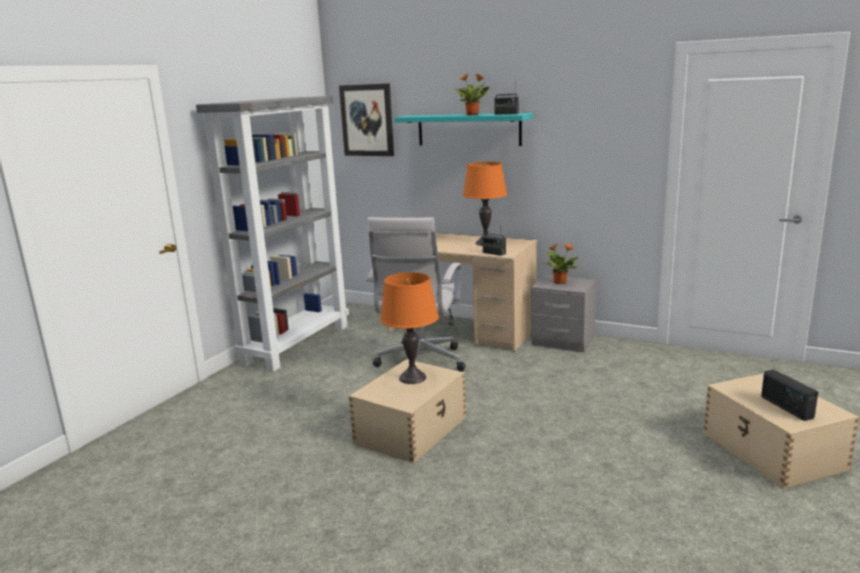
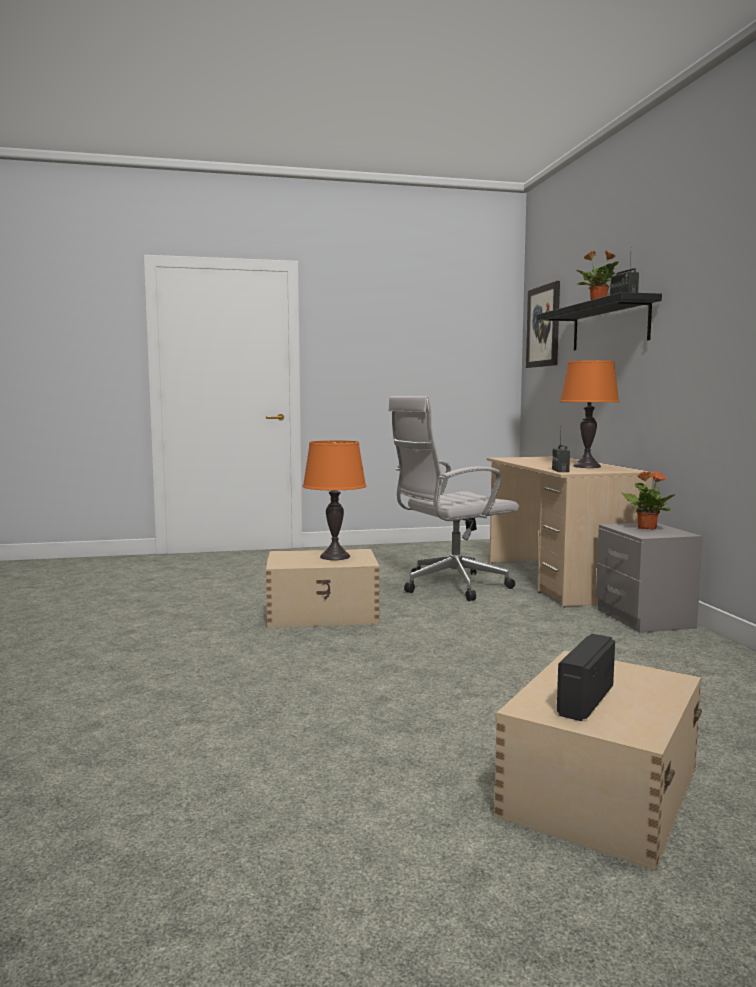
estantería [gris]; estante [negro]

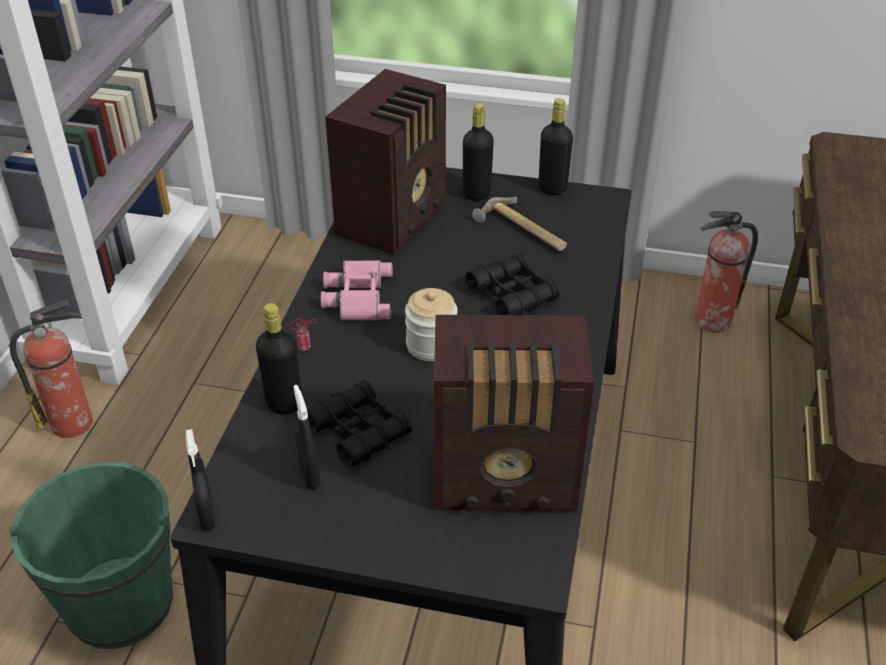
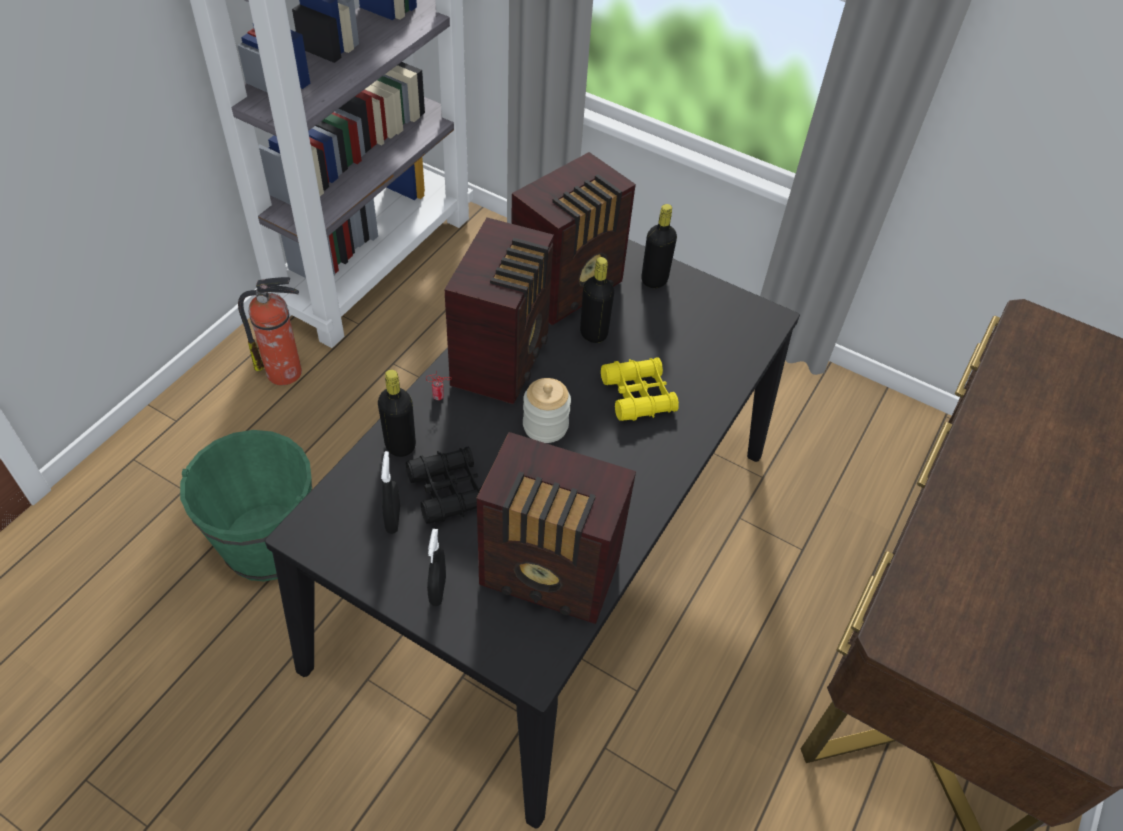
pulverizador [negro] (no. 2 from left); radio (no. 1 from left); prismáticos [amarillo]; martillo; botella [negro] (no. 2 from left); extintor (no. 2 from left in the first image)

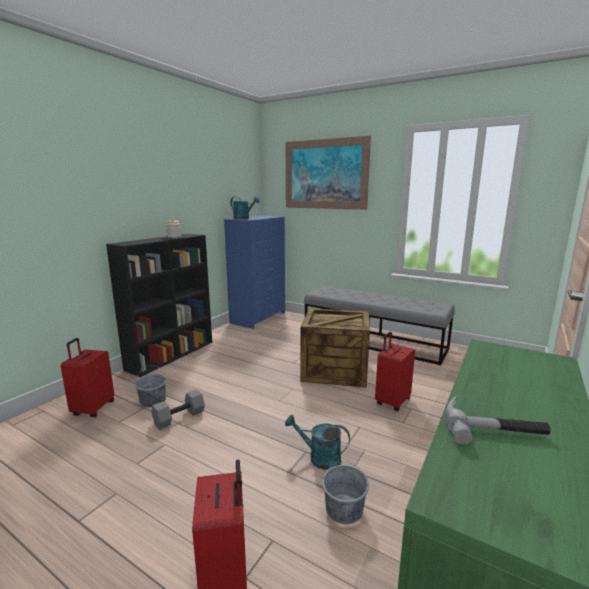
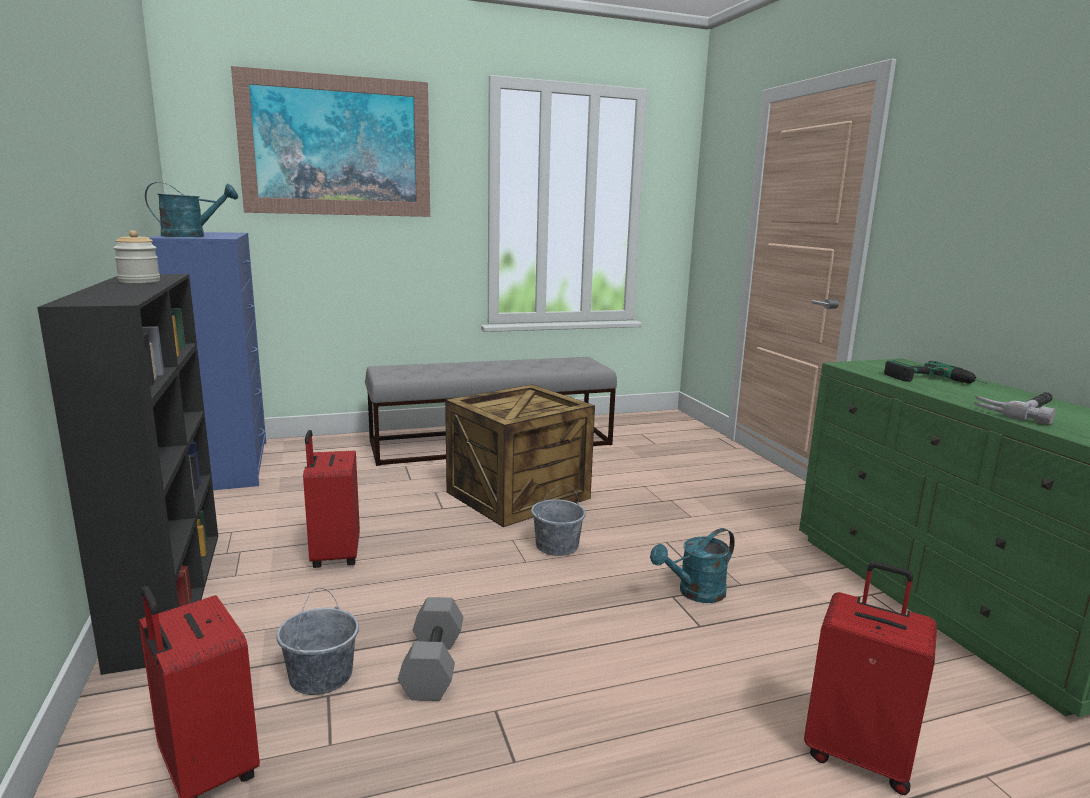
cubo [gris] (no. 2 from left); maleta [rojo] (no. 2 from left); taladro

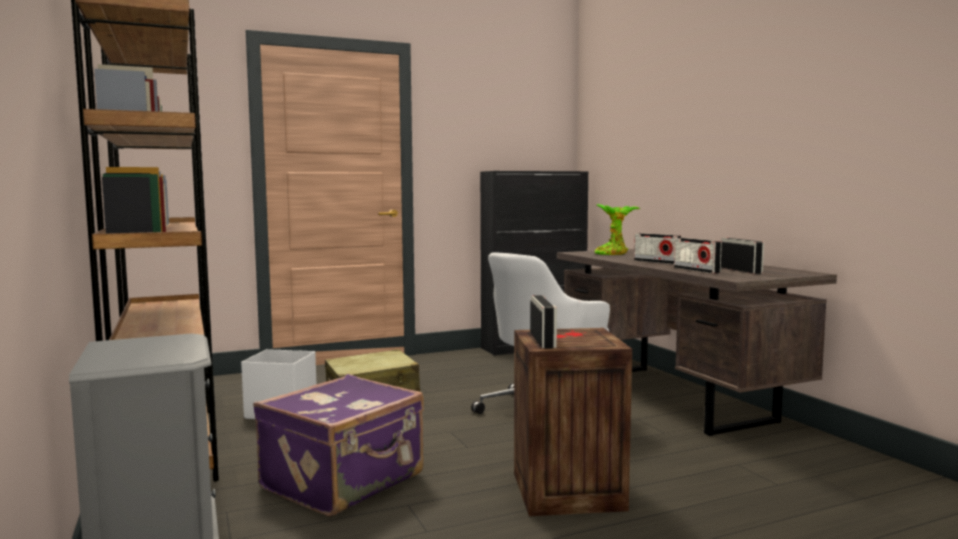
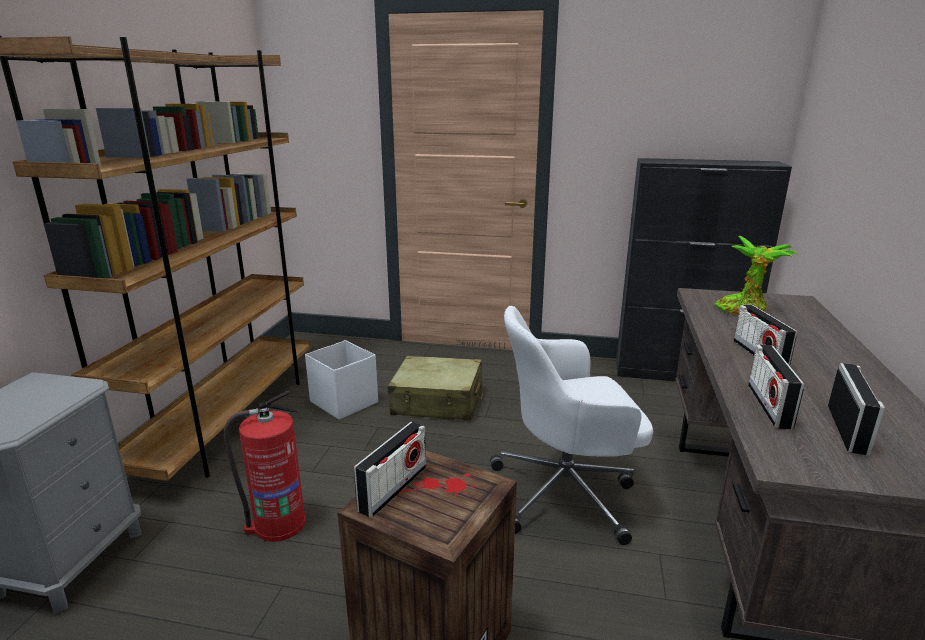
extintor

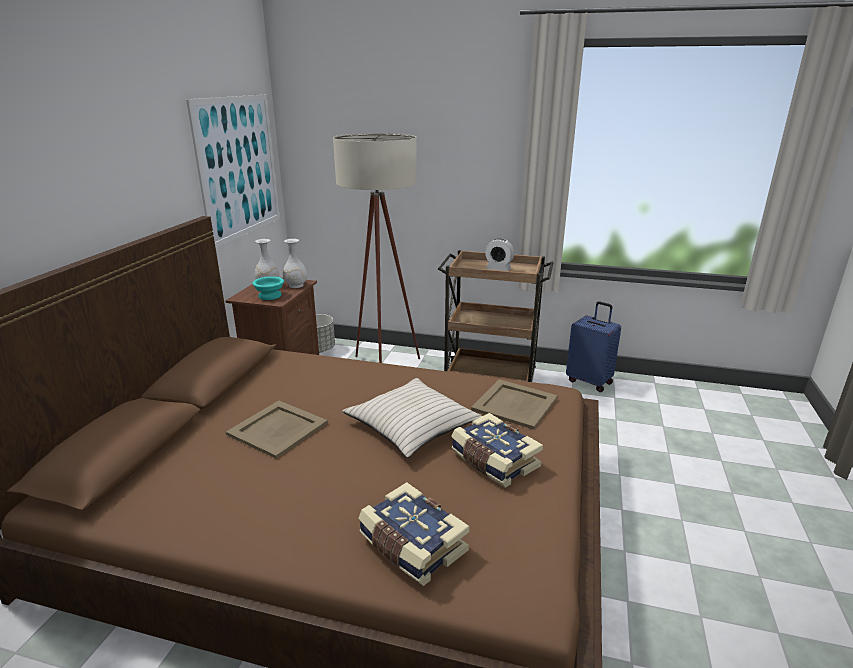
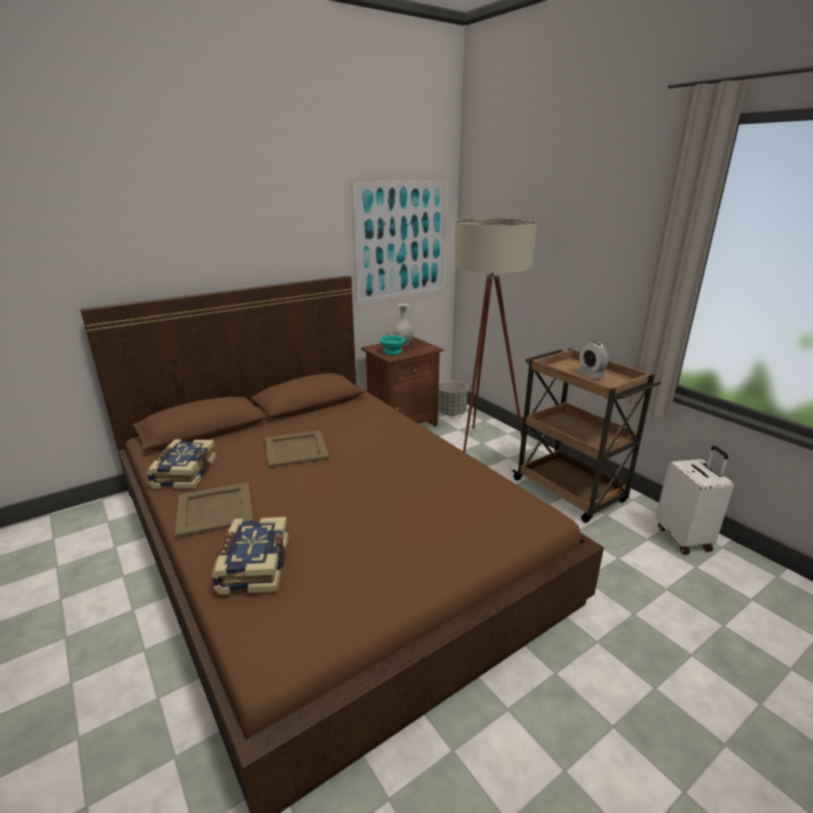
florero [blanco] (no. 2 from left in the first image); cojín [beis]; libro (no. 1 from left); bandeja [beis] (no. 1 from left); maleta [blanco]

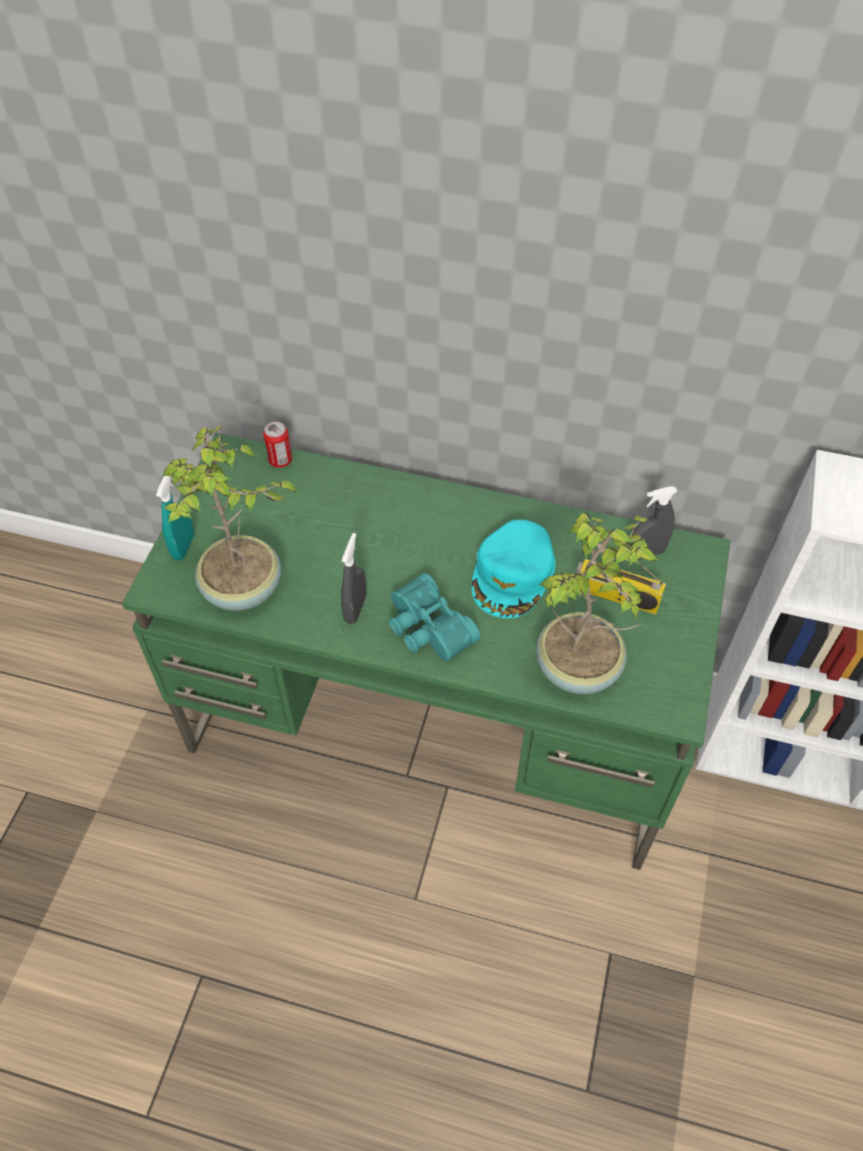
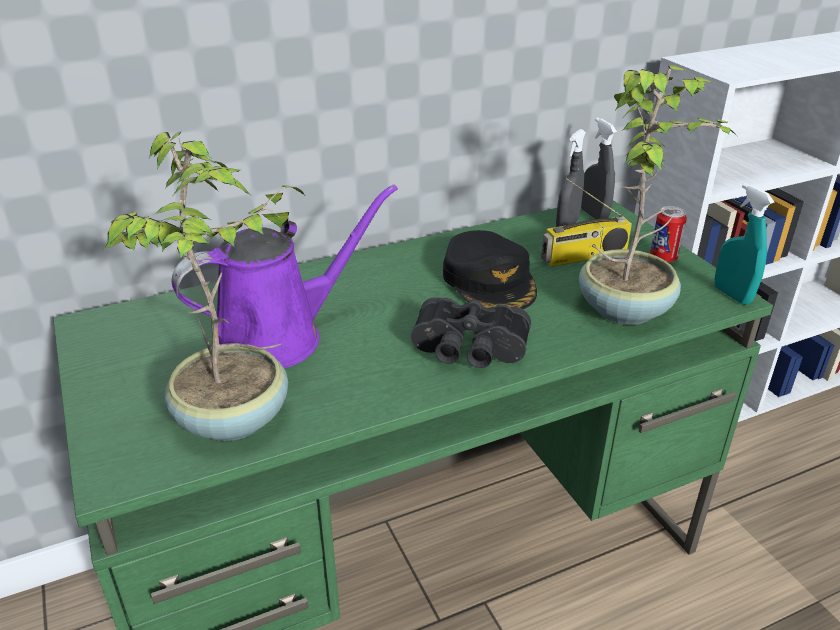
pulverizador [turquesa]; lata; pulverizador [gris] (no. 2 from left); prismáticos [negro]; gorra [negro]; regadera [morado]

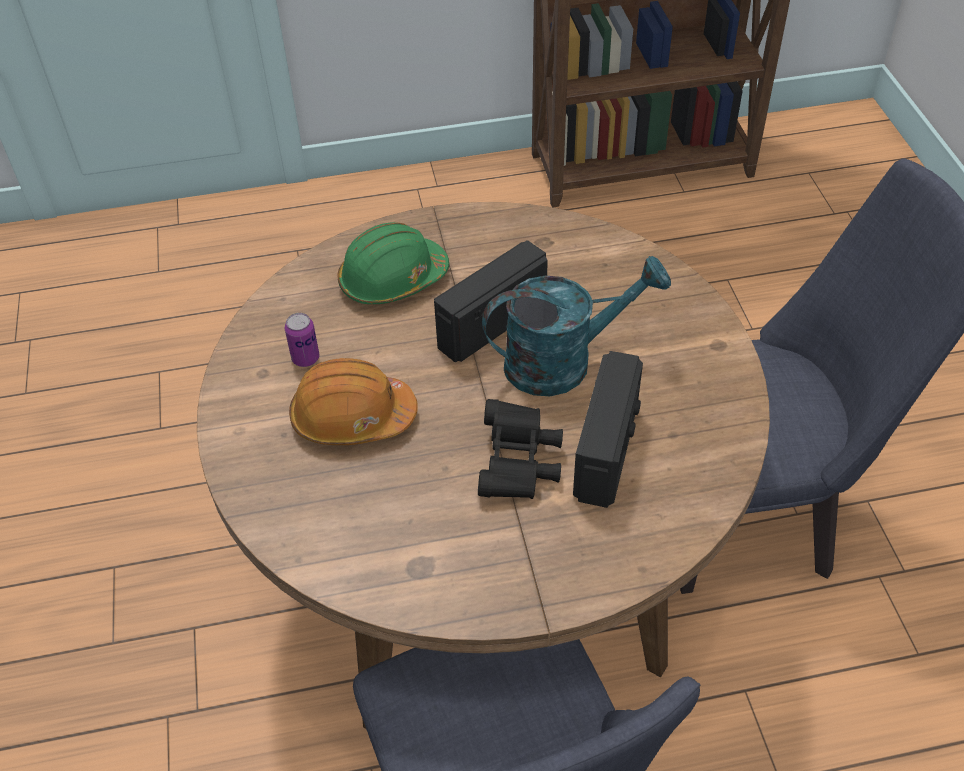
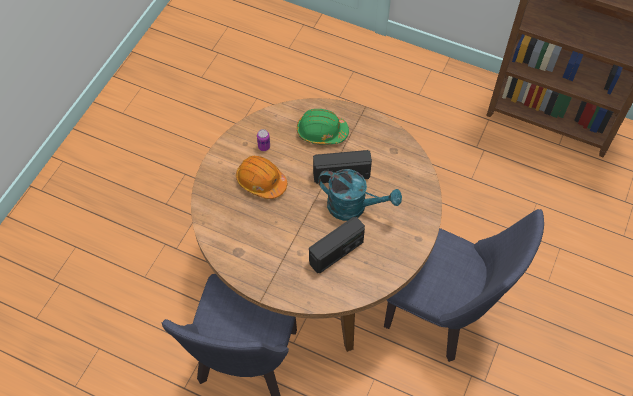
prismáticos [negro]

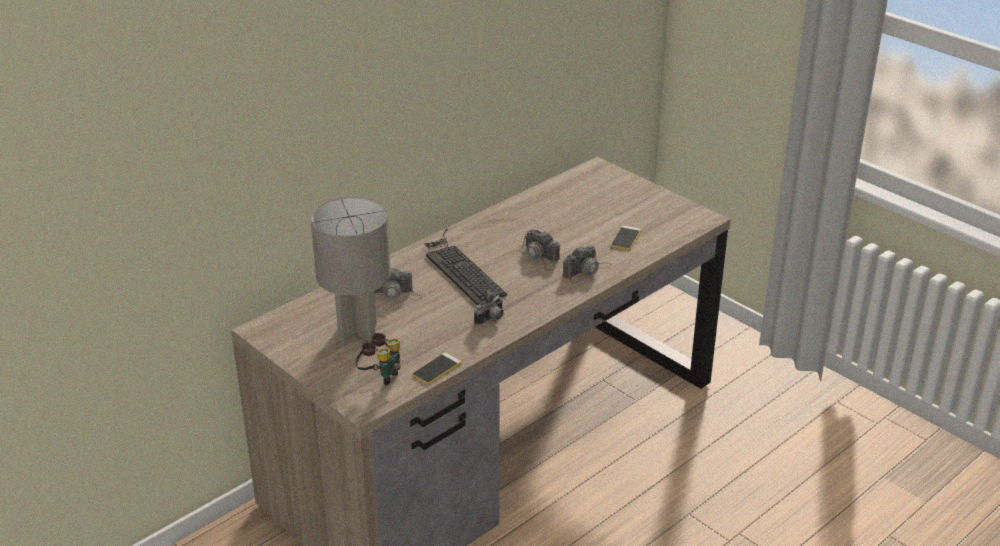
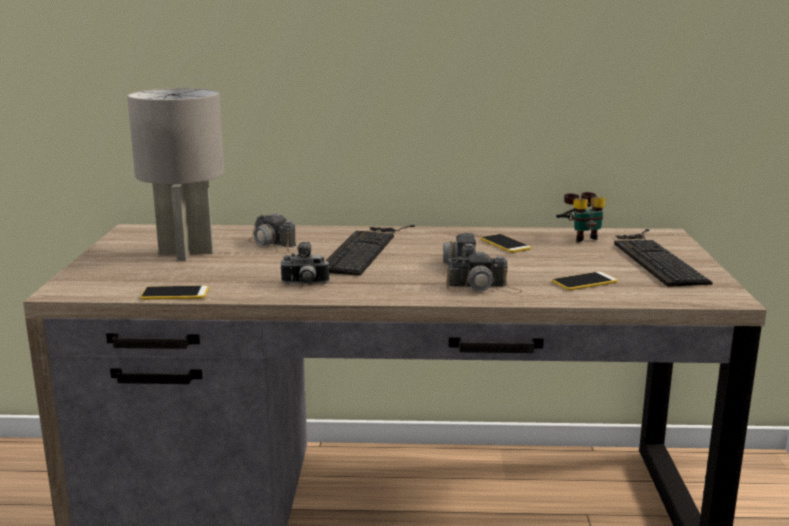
prismáticos; móvil (no. 2 from left); teclado (no. 2 from left)

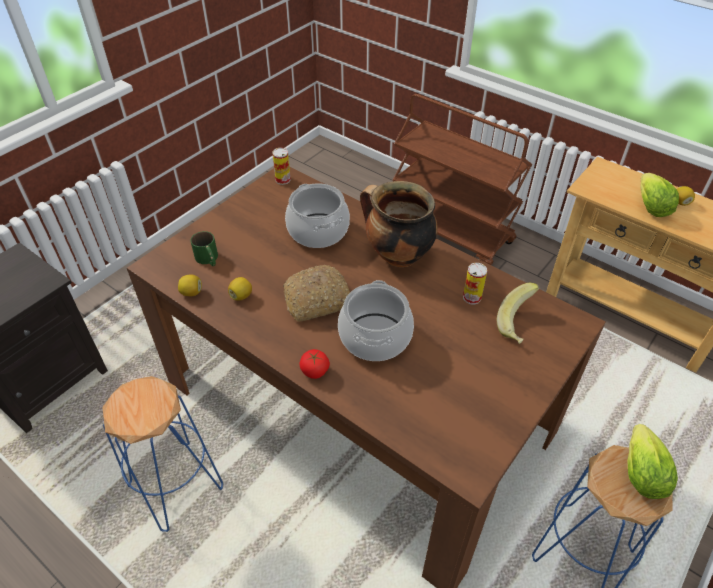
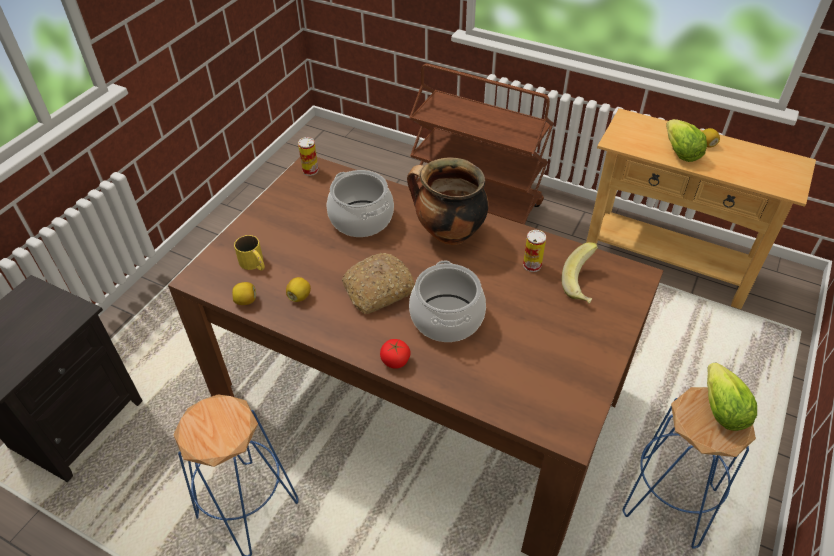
taza grande [amarillo]

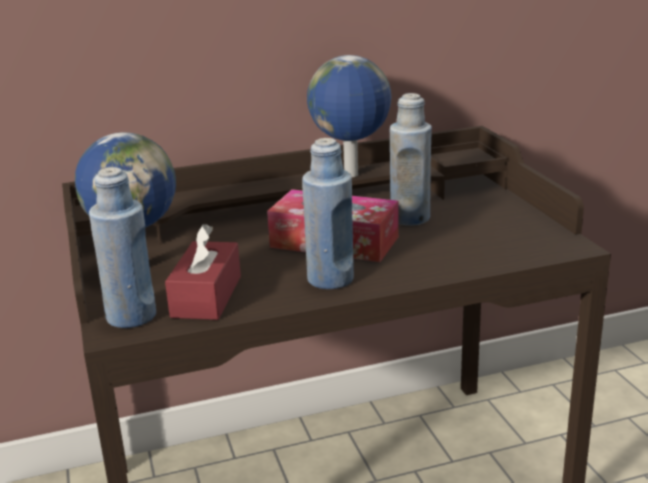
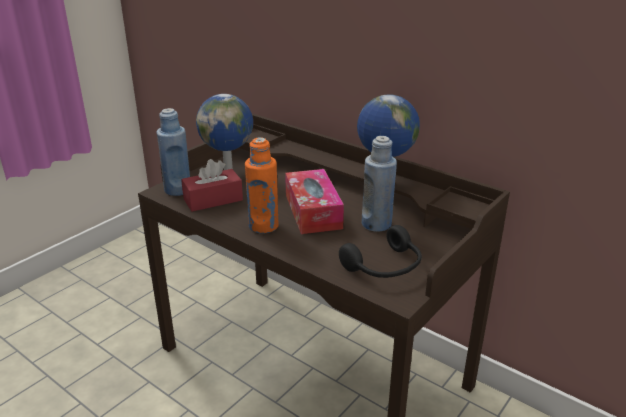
botella [naranja]; auriculares [negro]

